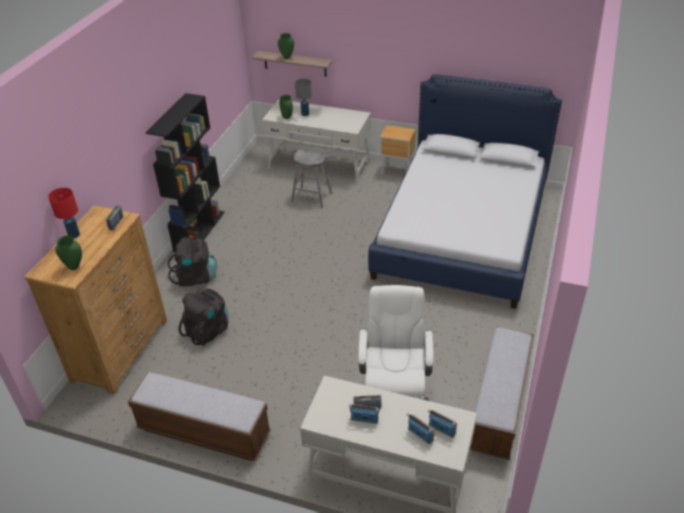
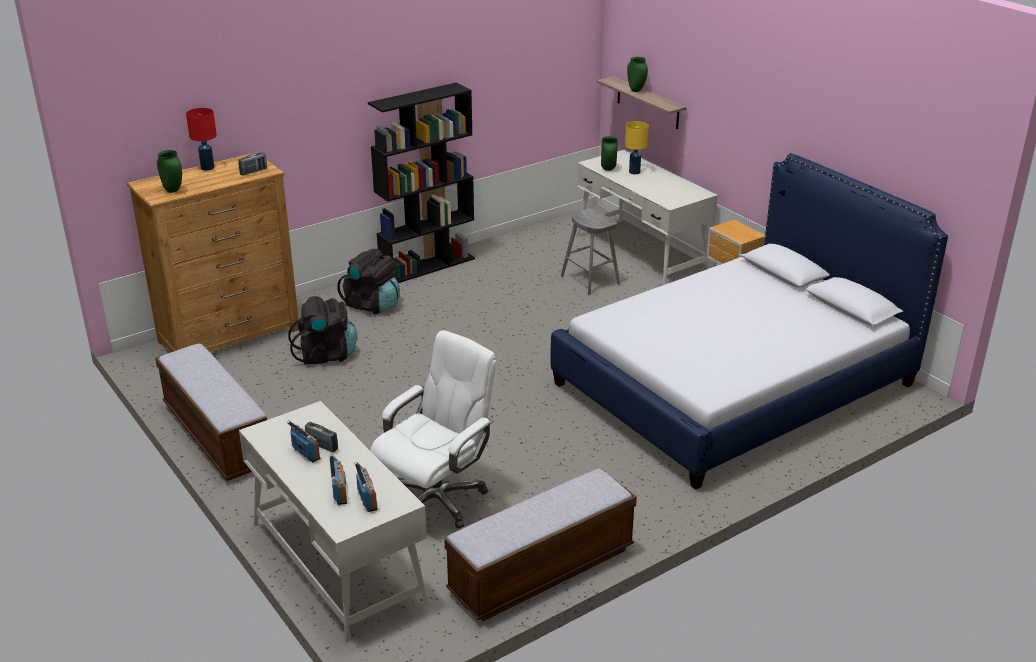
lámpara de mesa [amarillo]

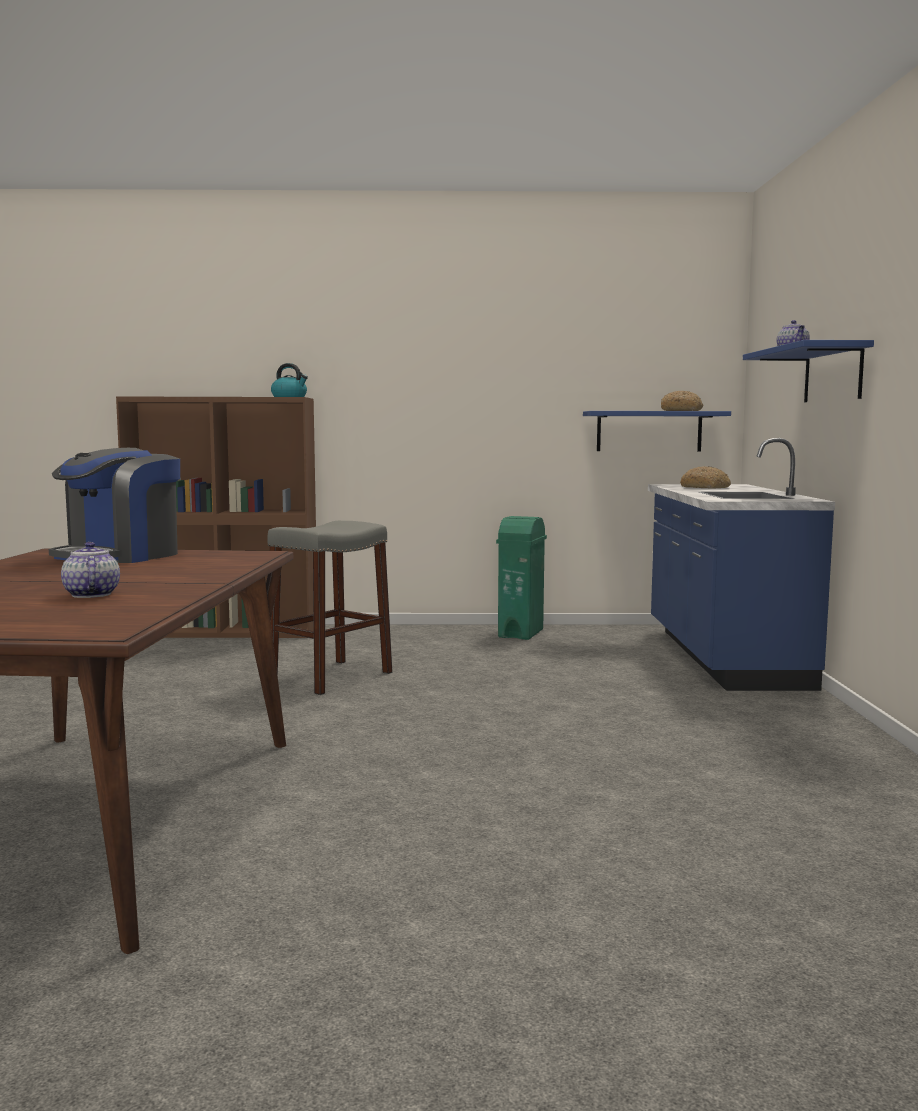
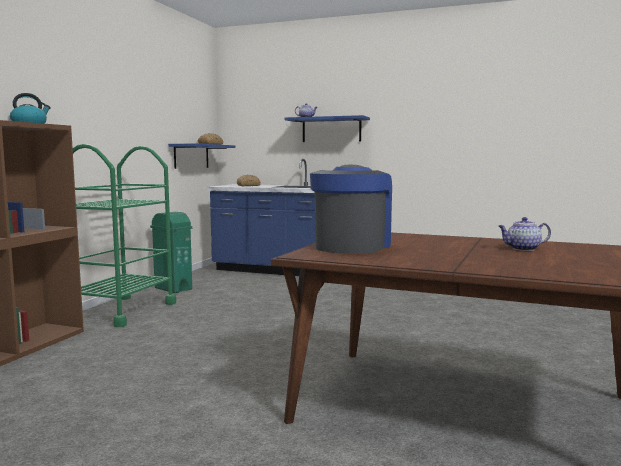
cafetera; taburete [gris]; carrito [verde]

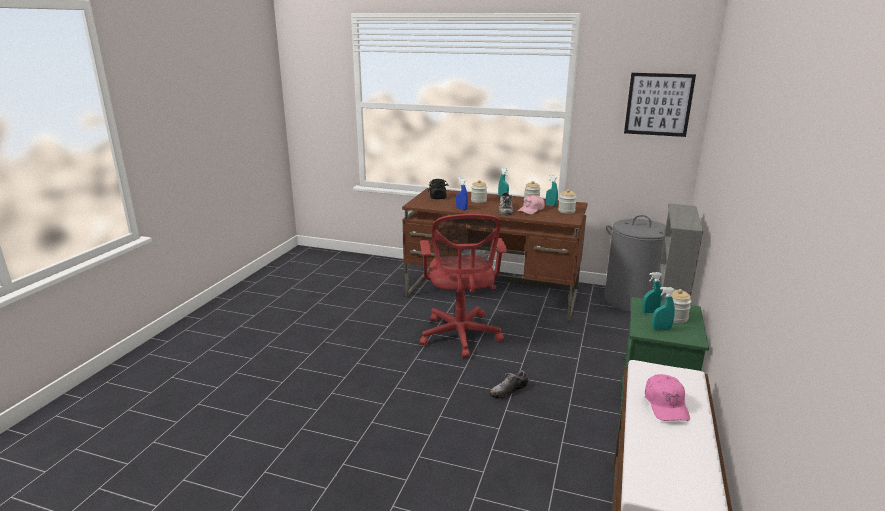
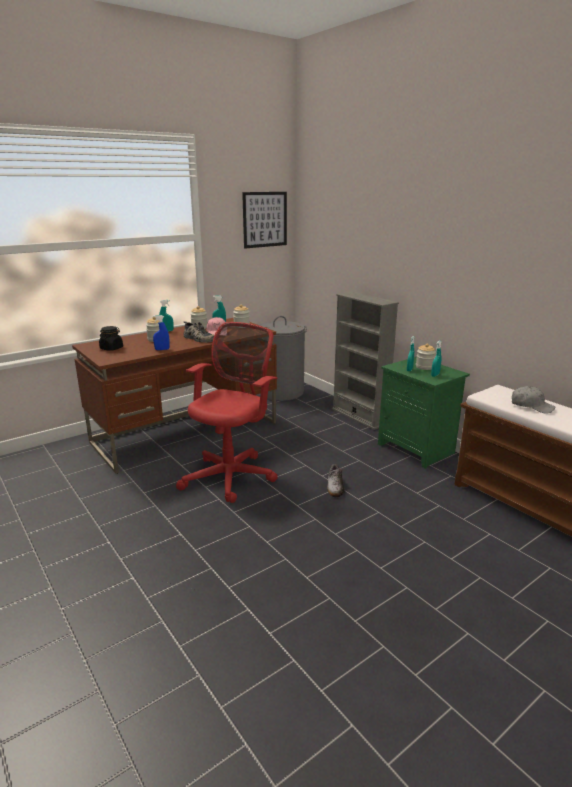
silla de oficina [rojo]; gorra [gris]

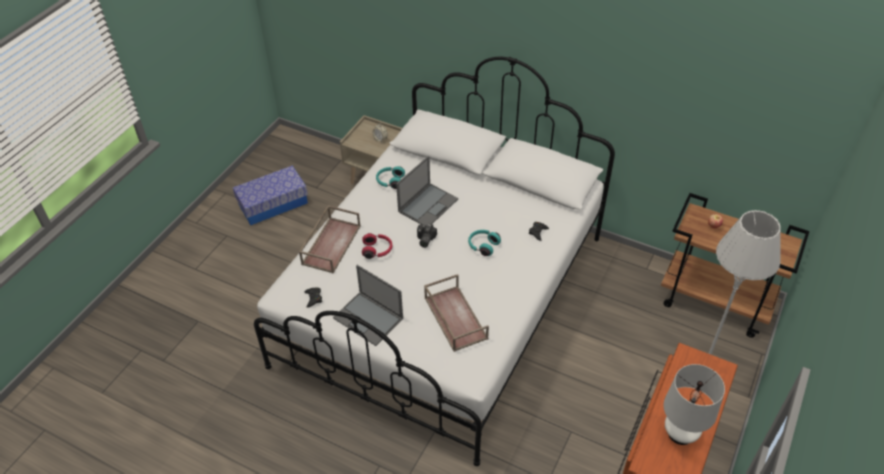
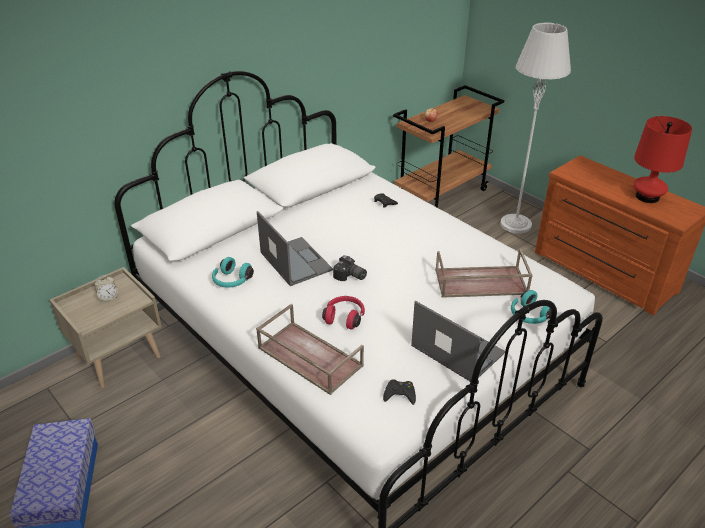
portátil (no. 2 from left); auriculares [turquesa] (no. 2 from left); lámpara de mesa [rojo]

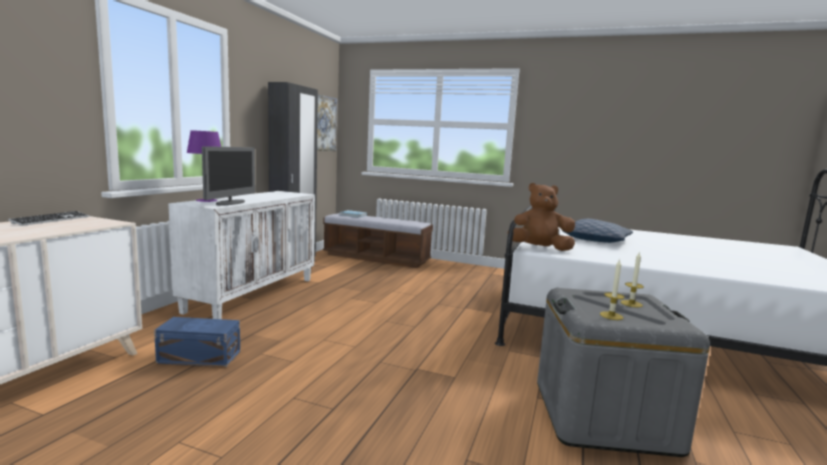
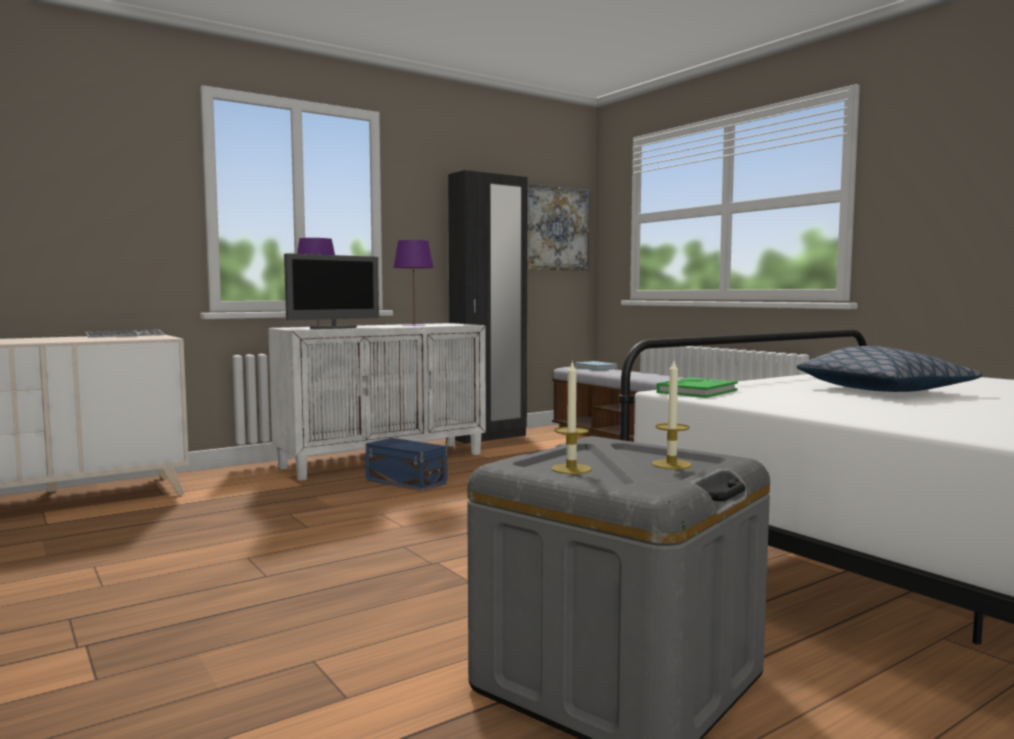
caja de almacenaje [azul]; libro [verde]; lámpara de mesa [morado] (no. 2 from left)

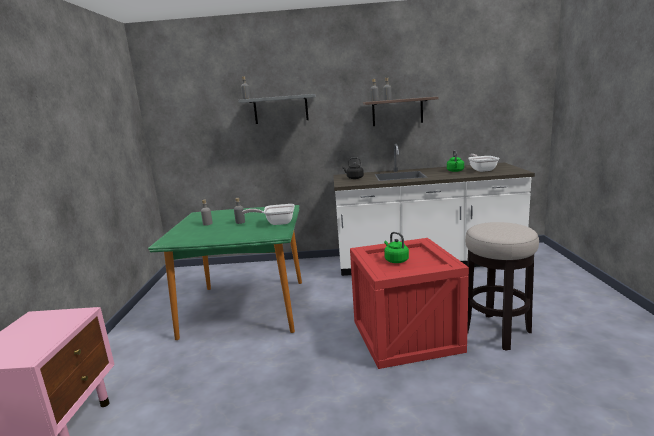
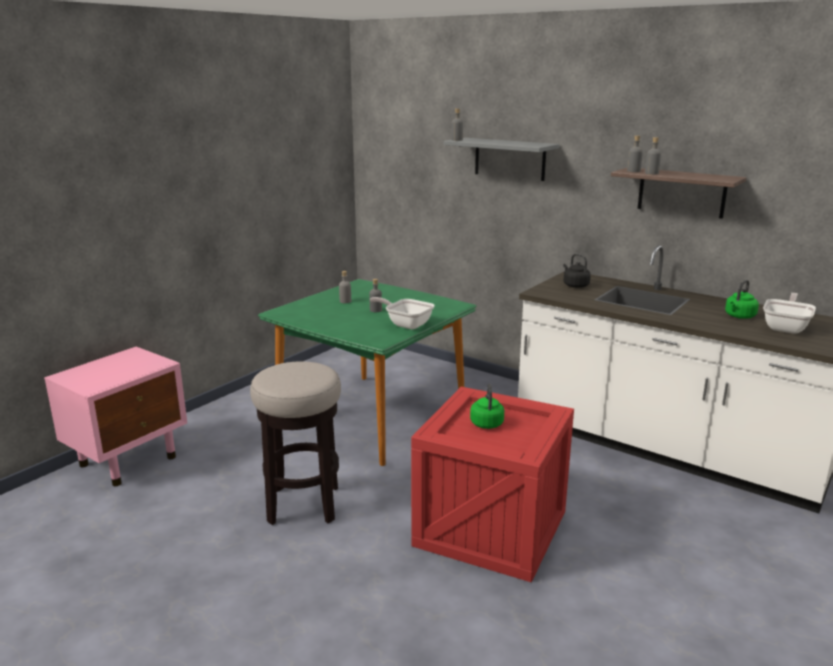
taburete

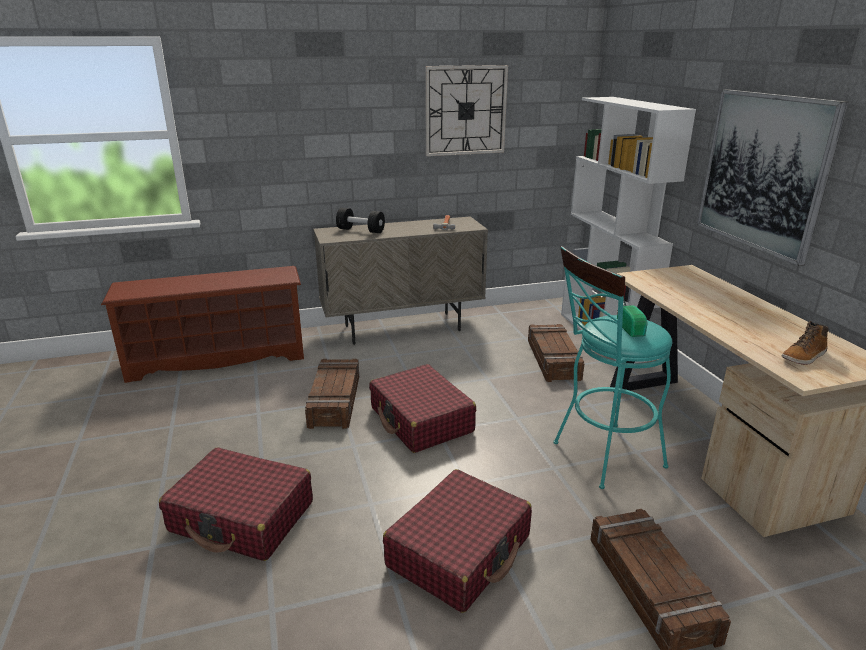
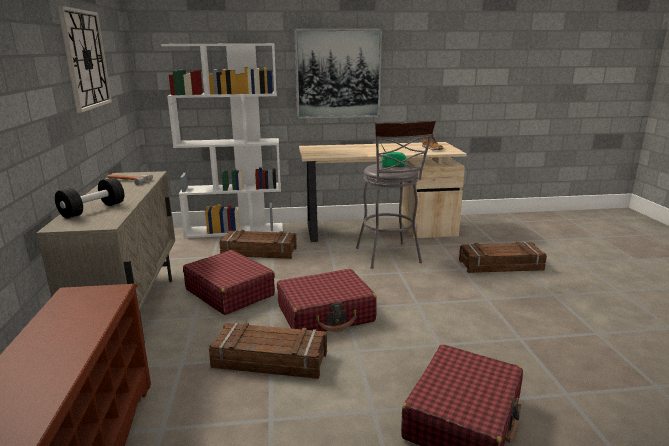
maleta [rojo] (no. 1 from left); taburete [gris]

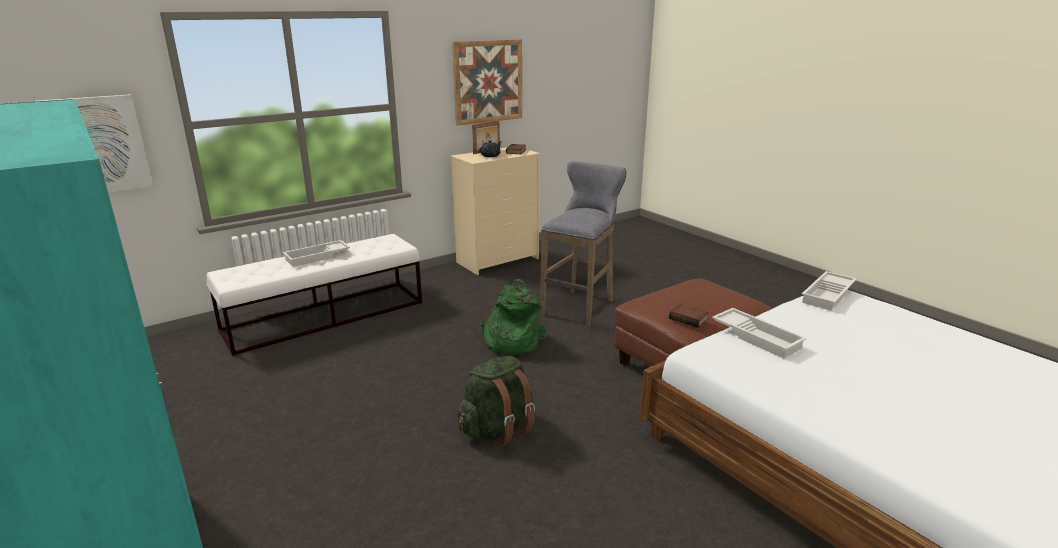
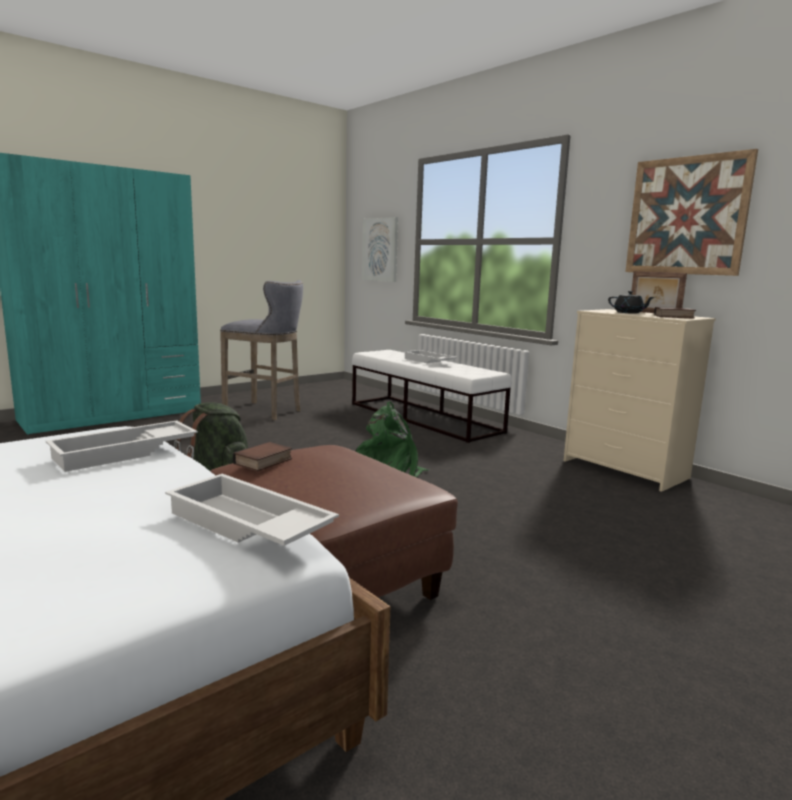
taburete [gris]

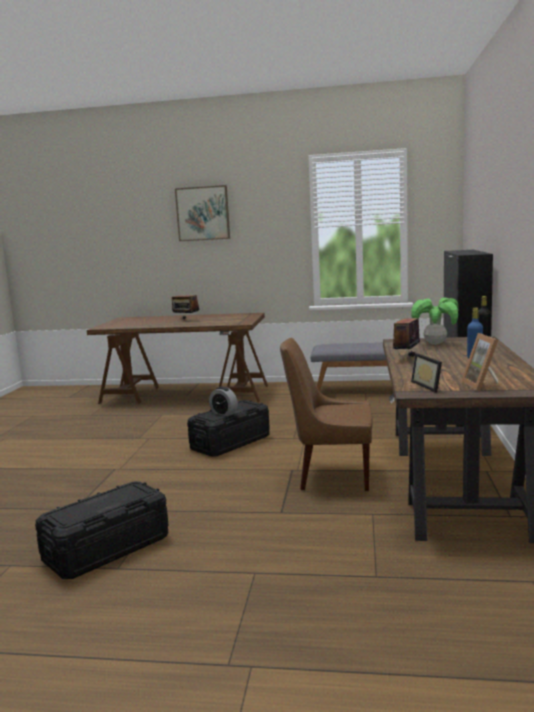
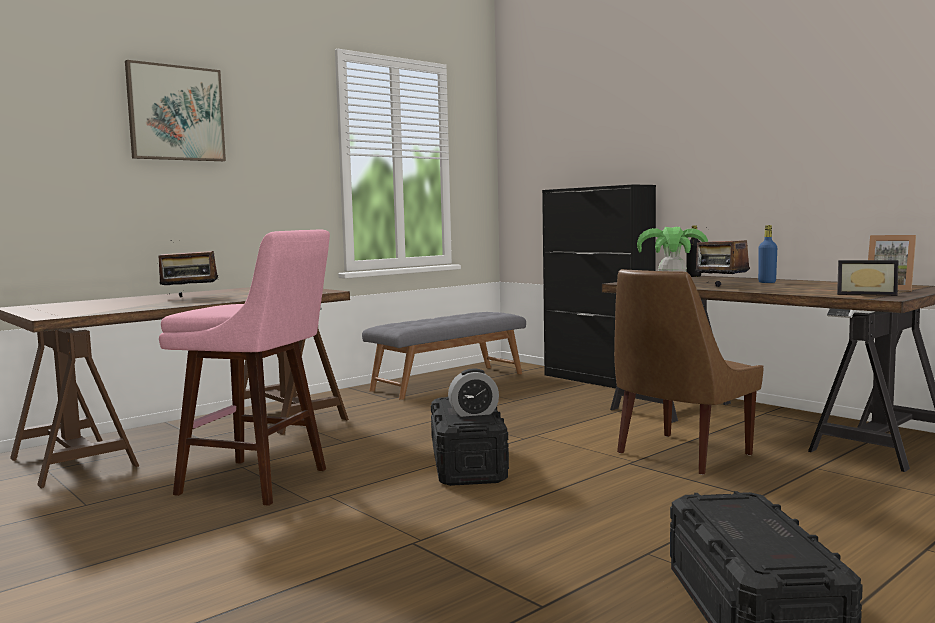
taburete [rosa]

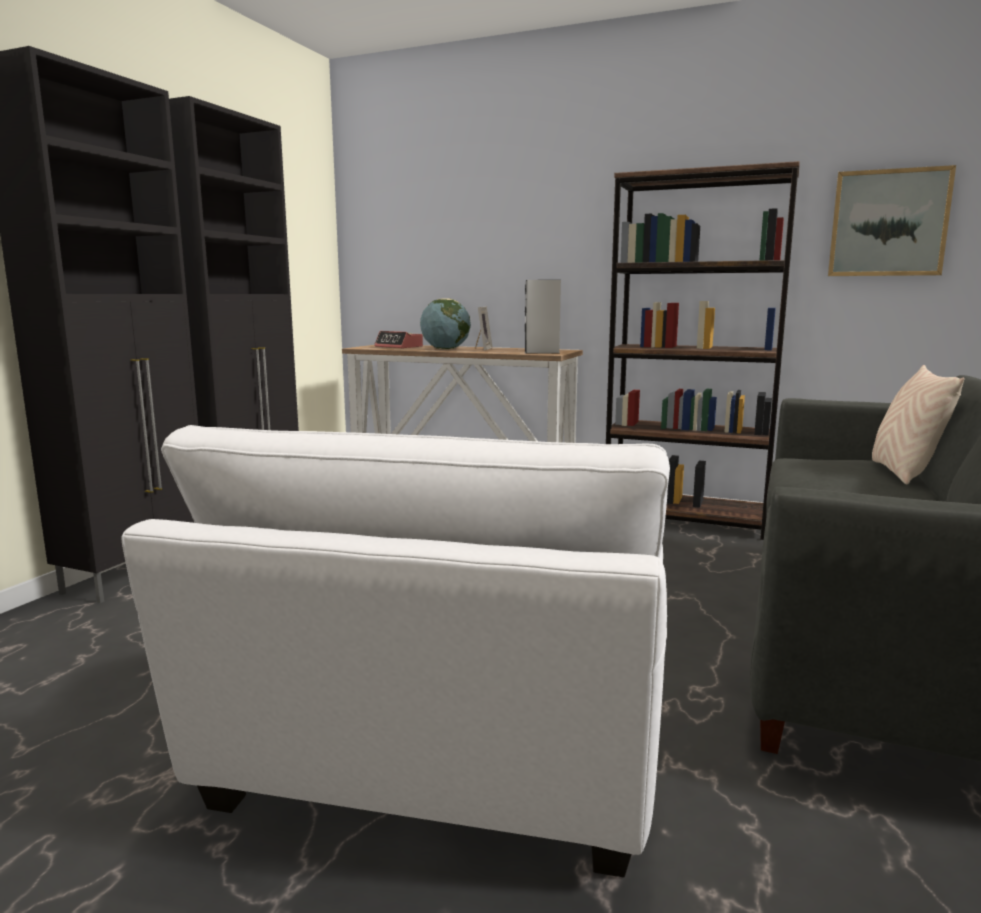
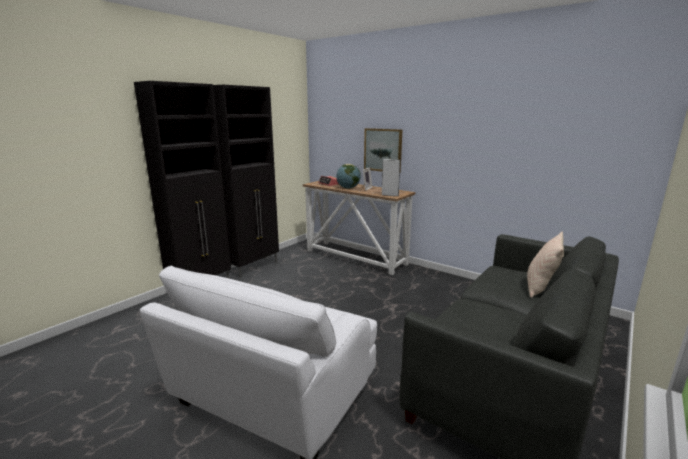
estantería [marrón]; cuadro

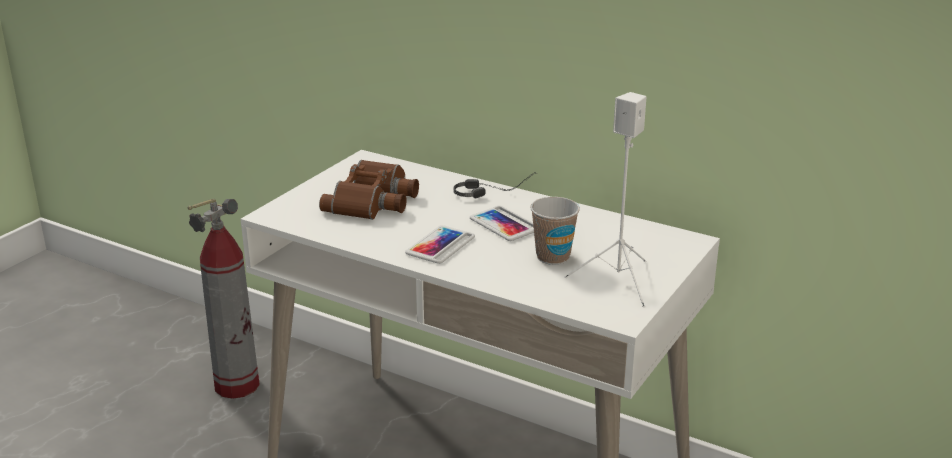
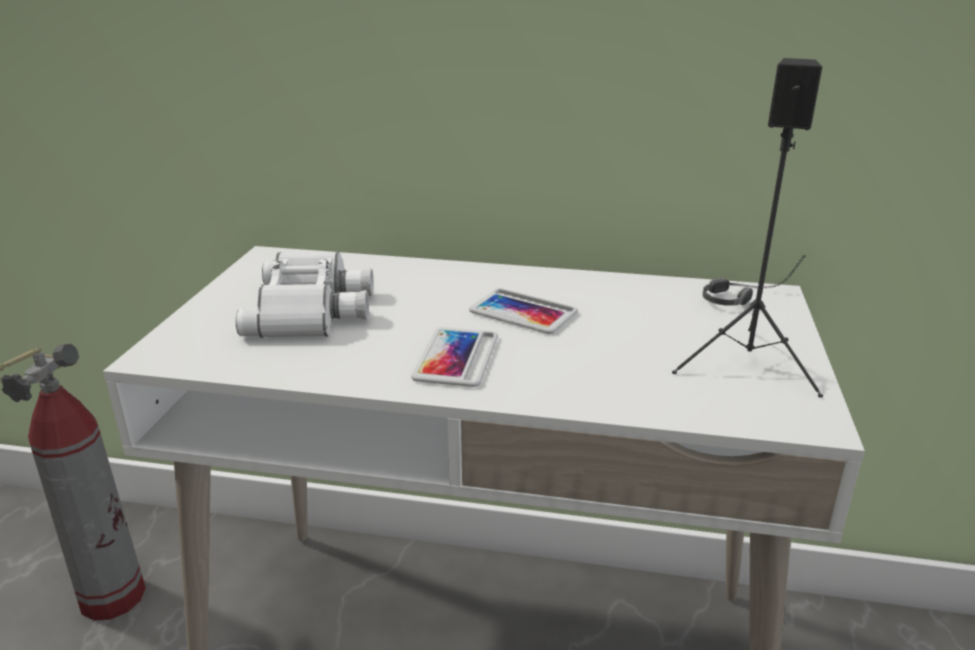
prismáticos [blanco]; auriculares; taza; altavoz [negro]

